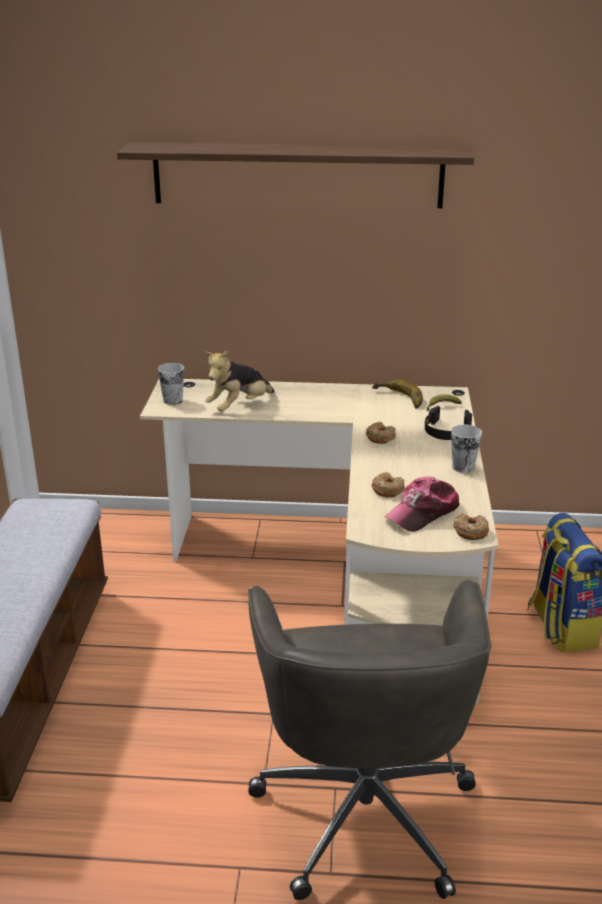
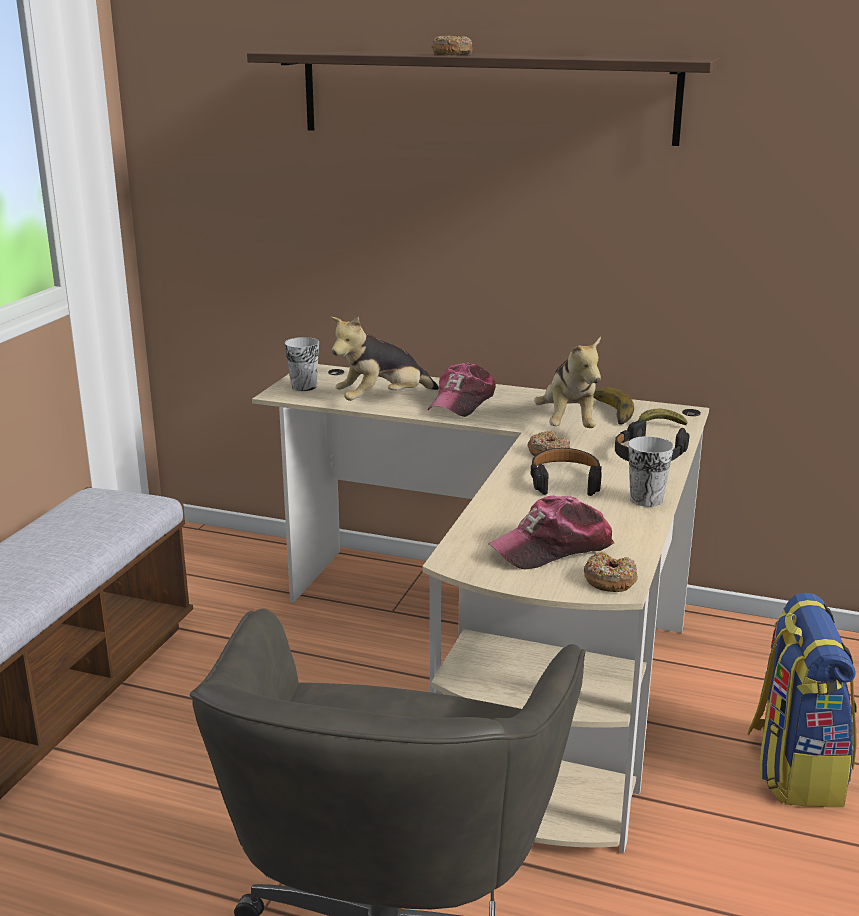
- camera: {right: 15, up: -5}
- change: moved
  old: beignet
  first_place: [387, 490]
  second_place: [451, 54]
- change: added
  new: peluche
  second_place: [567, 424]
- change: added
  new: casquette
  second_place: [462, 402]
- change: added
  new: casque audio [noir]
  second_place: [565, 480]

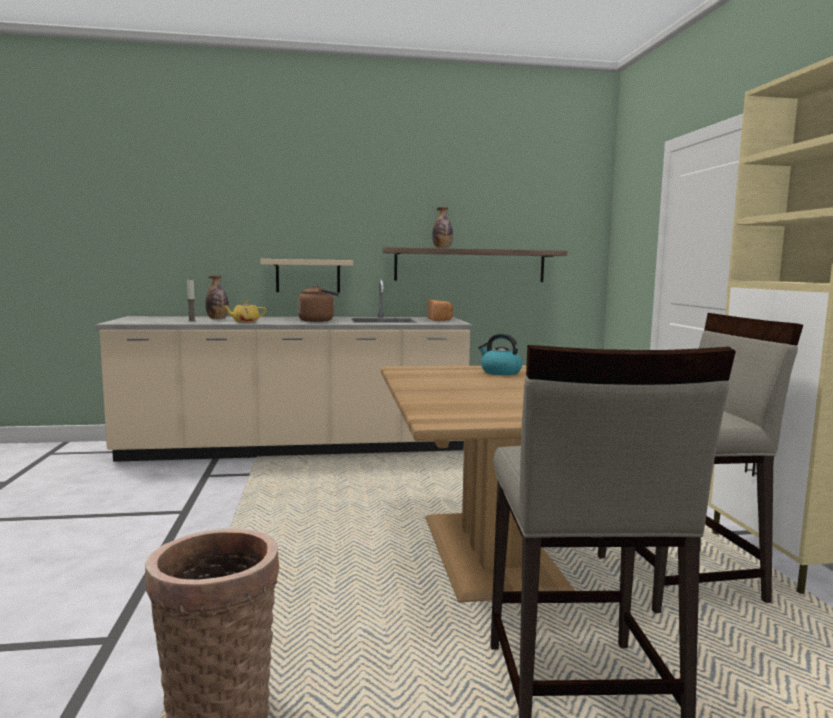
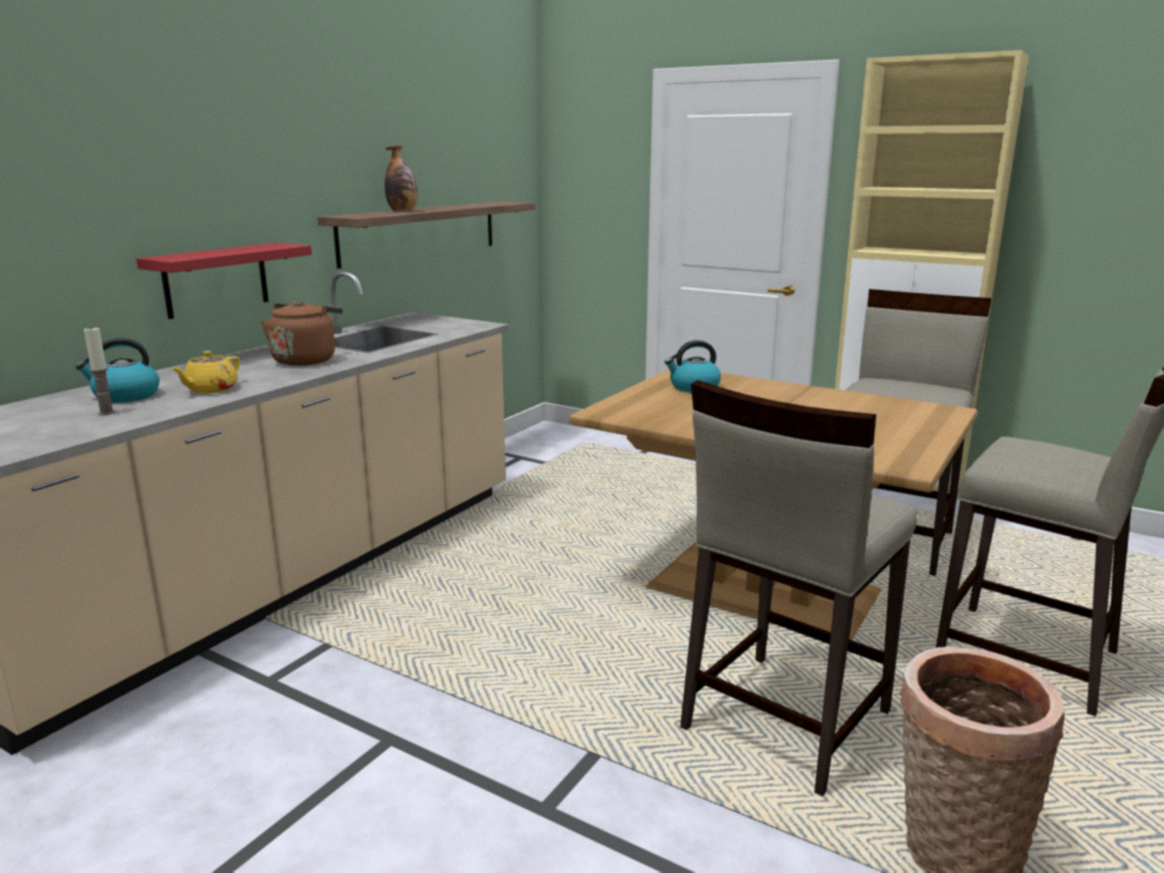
- camera: {right: -50, up: 10}
- change: recoloured
  old: étagère [beige]
  new: étagère [rouge]
  first_place: [308, 276]
  second_place: [216, 280]
- change: replaced
  old: bouteille
  new: bouilloire
  first_place: [217, 319]
  second_place: [125, 396]
- change: removed
  old: pain
  first_place: [440, 319]
- change: added
  new: tabouret [beige]
  second_place: [783, 721]

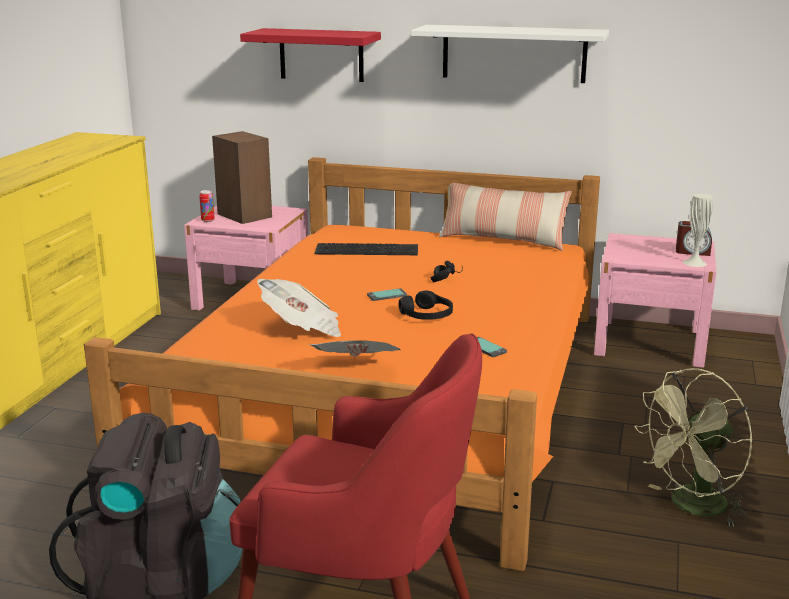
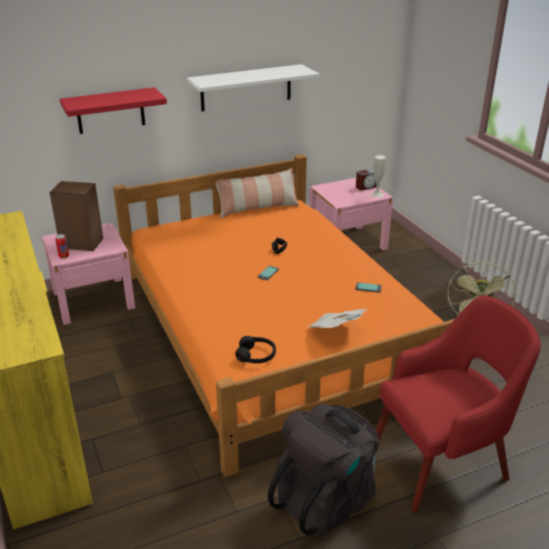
- camera: {right: -40, up: 10}
- change: removed
  old: clavier
  first_place: [368, 249]
- change: removed
  old: journal
  first_place: [302, 328]
- change: moved
  old: casque audio [noir]
  first_place: [427, 315]
  second_place: [256, 355]

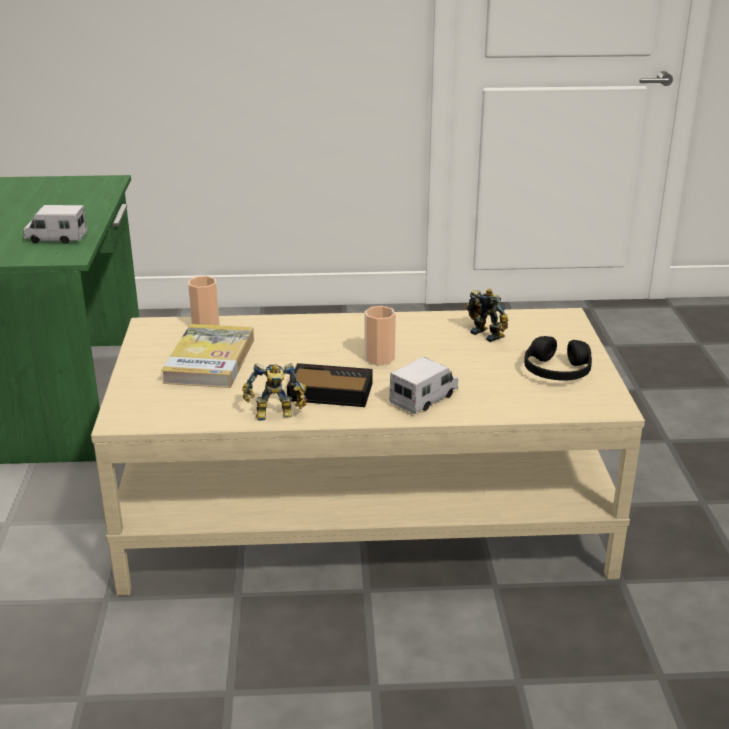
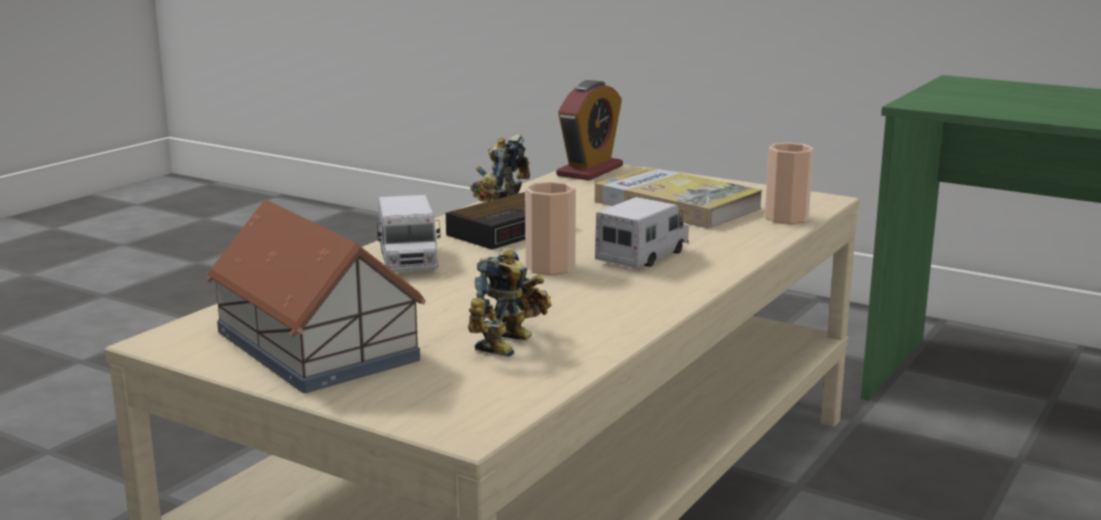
- camera: {right: 125, up: -10}
- change: moved
  old: camion jouet
  first_place: [56, 238]
  second_place: [643, 256]
- change: turned
  old: robot jouet
  first_place: [488, 333]
  second_place: [510, 344]
  degrees: -60
- change: replaced
  old: casque audio [noir]
  new: maison miniature
  first_place: [557, 371]
  second_place: [316, 344]
- change: added
  new: réveil
  second_place: [590, 171]

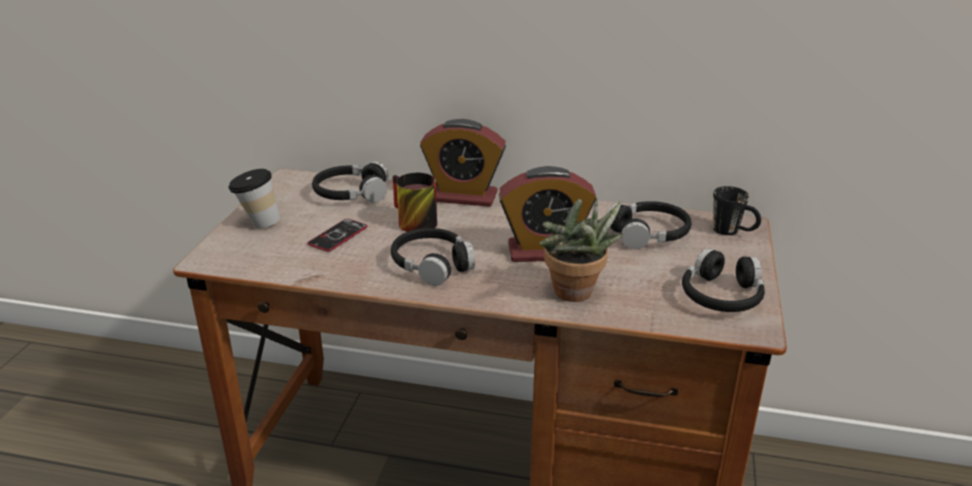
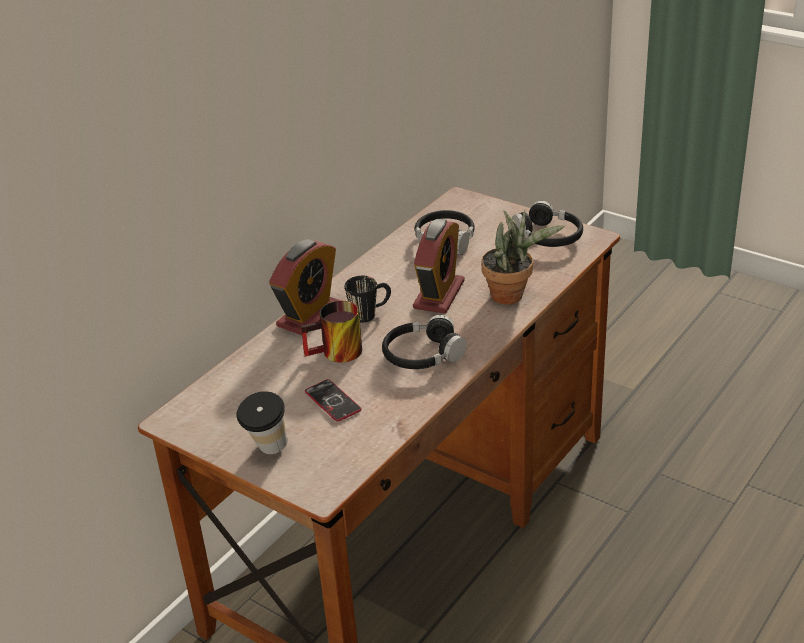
- camera: {right: -65, up: 5}
- change: removed
  old: casque audio [noir]
  first_place: [351, 193]
- change: moved
  old: mug [noir]
  first_place: [733, 232]
  second_place: [370, 313]

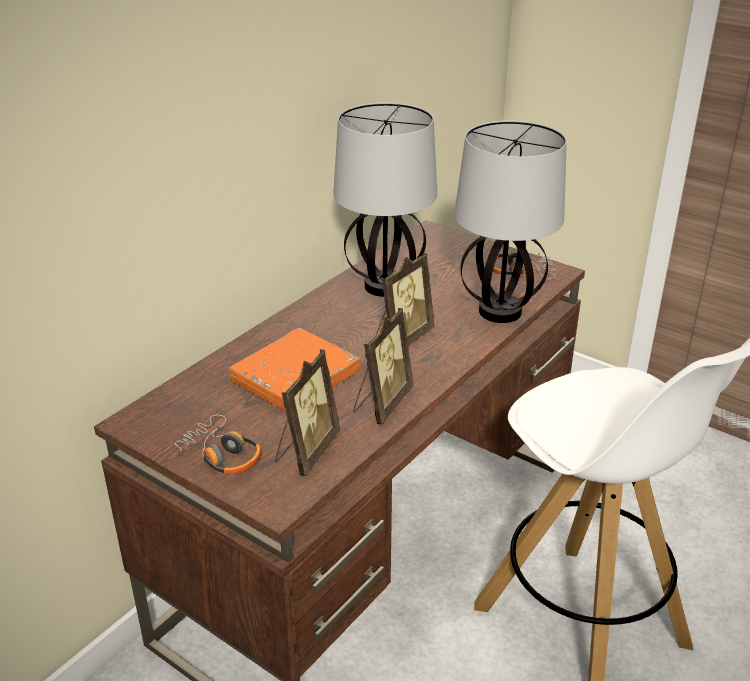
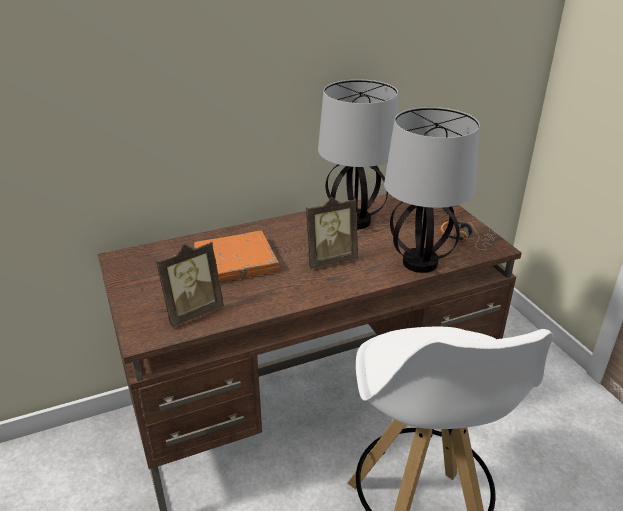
- camera: {right: 30, up: 0}
- change: removed
  old: cadre photo
  first_place: [381, 403]
- change: removed
  old: casque audio
  first_place: [220, 455]

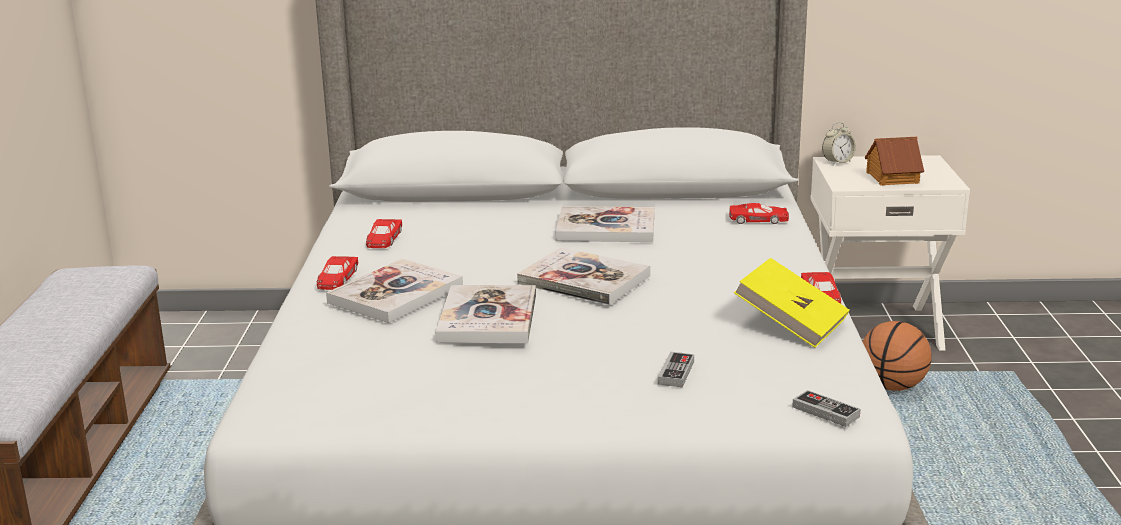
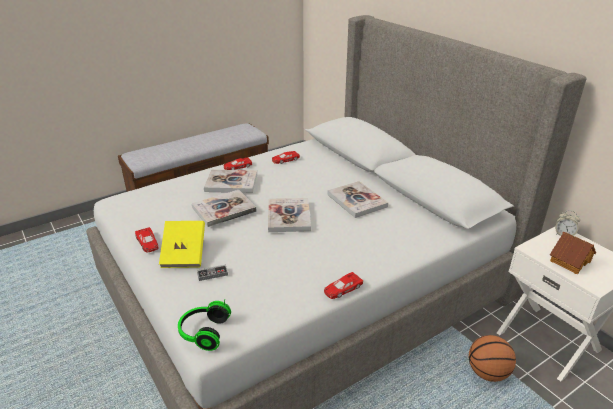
- camera: {right: 55, up: 10}
- change: moved
  old: petite voiture [rouge]
  first_place: [758, 220]
  second_place: [147, 243]
- change: moved
  old: livre [jaune]
  first_place: [791, 325]
  second_place: [184, 254]
- change: replaced
  old: manette
  new: casque audio
  first_place: [825, 412]
  second_place: [203, 332]

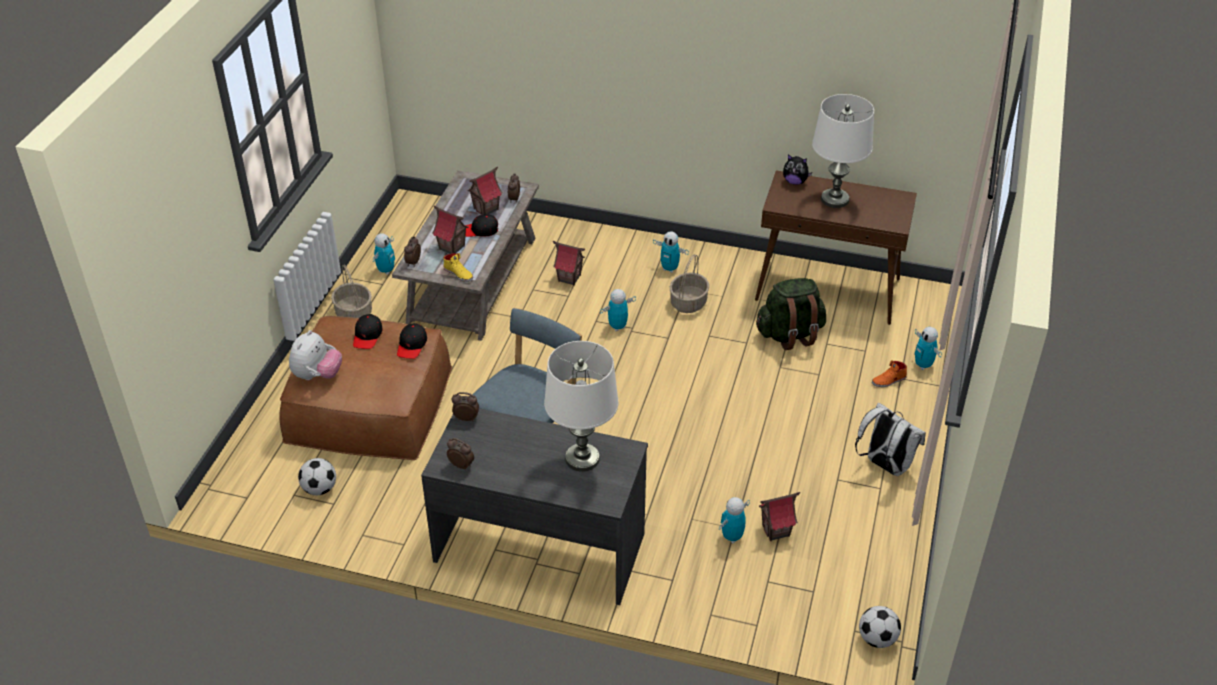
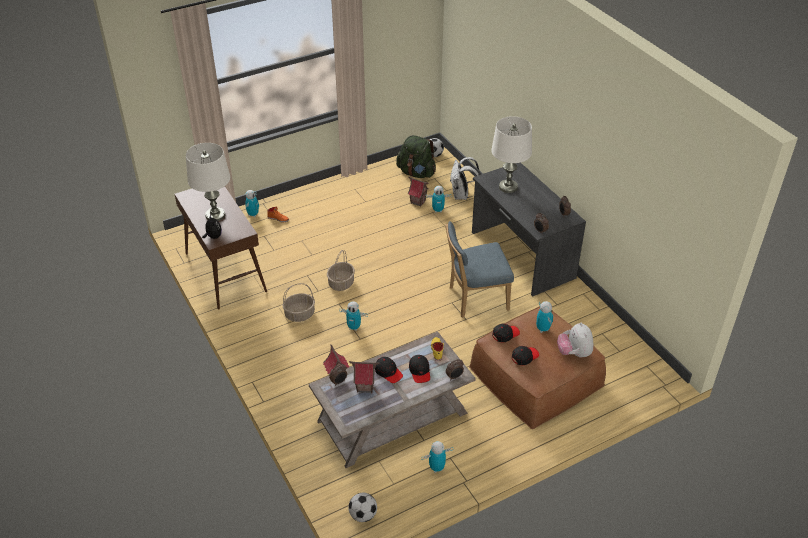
- camera: {right: -135, up: 0}
- change: replaced
  old: maison miniature
  new: casquette [noir]
  first_place: [451, 248]
  second_place: [420, 371]
- change: moved
  old: robot jouet
  first_place: [669, 269]
  second_place: [542, 329]
- change: moved
  old: panier
  first_place: [354, 313]
  second_place: [341, 283]
- change: moved
  old: sac à dos [vert]
  first_place: [790, 334]
  second_place: [416, 173]
- change: turned
  old: peluche
  first_place: [317, 375]
  second_place: [574, 353]
  degrees: -75
- change: moved
  old: sac à dos [blanc]
  first_place: [885, 465]
  second_place: [462, 195]
- change: moved
  old: ballon de foot
  first_place: [319, 489]
  second_place: [363, 515]

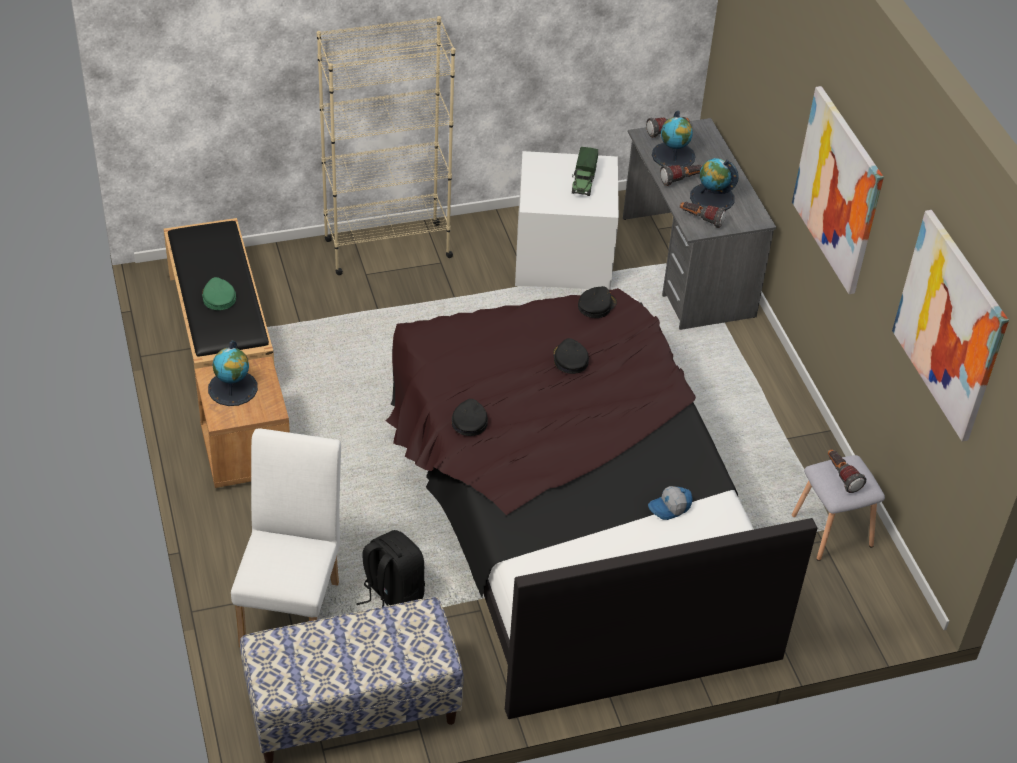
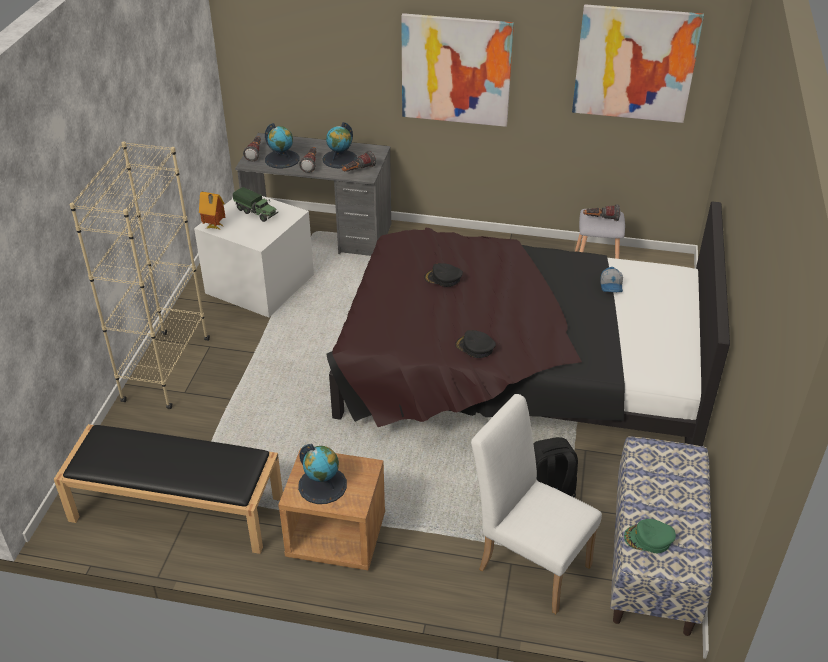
- camera: {right: -60, up: -5}
- change: moved
  old: casquette [vert]
  first_place: [218, 297]
  second_place: [648, 539]
- change: removed
  old: casquette [noir]
  first_place: [596, 305]
- change: added
  new: maison miniature
  second_place: [214, 227]

